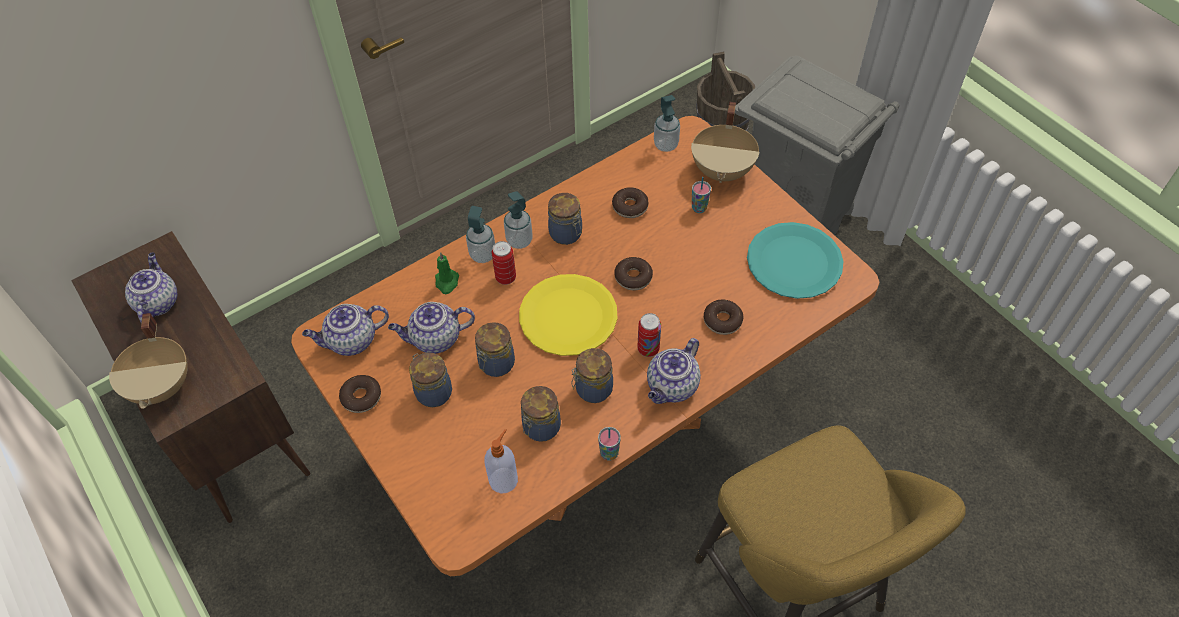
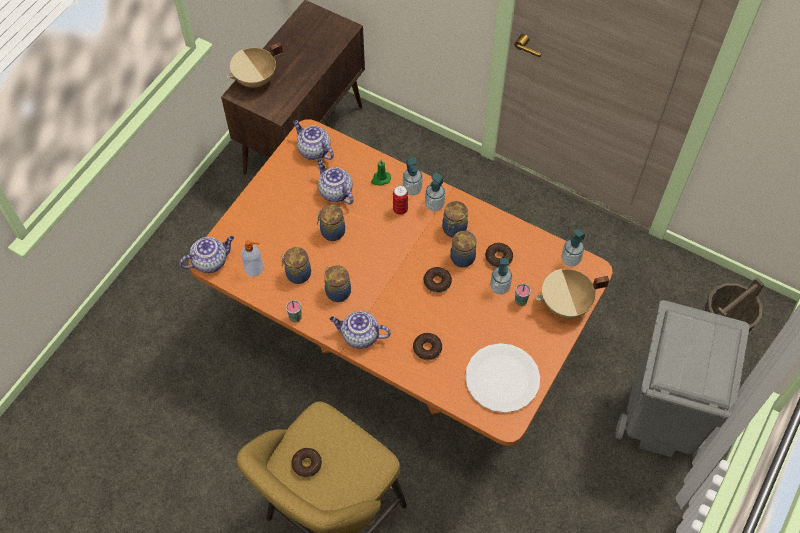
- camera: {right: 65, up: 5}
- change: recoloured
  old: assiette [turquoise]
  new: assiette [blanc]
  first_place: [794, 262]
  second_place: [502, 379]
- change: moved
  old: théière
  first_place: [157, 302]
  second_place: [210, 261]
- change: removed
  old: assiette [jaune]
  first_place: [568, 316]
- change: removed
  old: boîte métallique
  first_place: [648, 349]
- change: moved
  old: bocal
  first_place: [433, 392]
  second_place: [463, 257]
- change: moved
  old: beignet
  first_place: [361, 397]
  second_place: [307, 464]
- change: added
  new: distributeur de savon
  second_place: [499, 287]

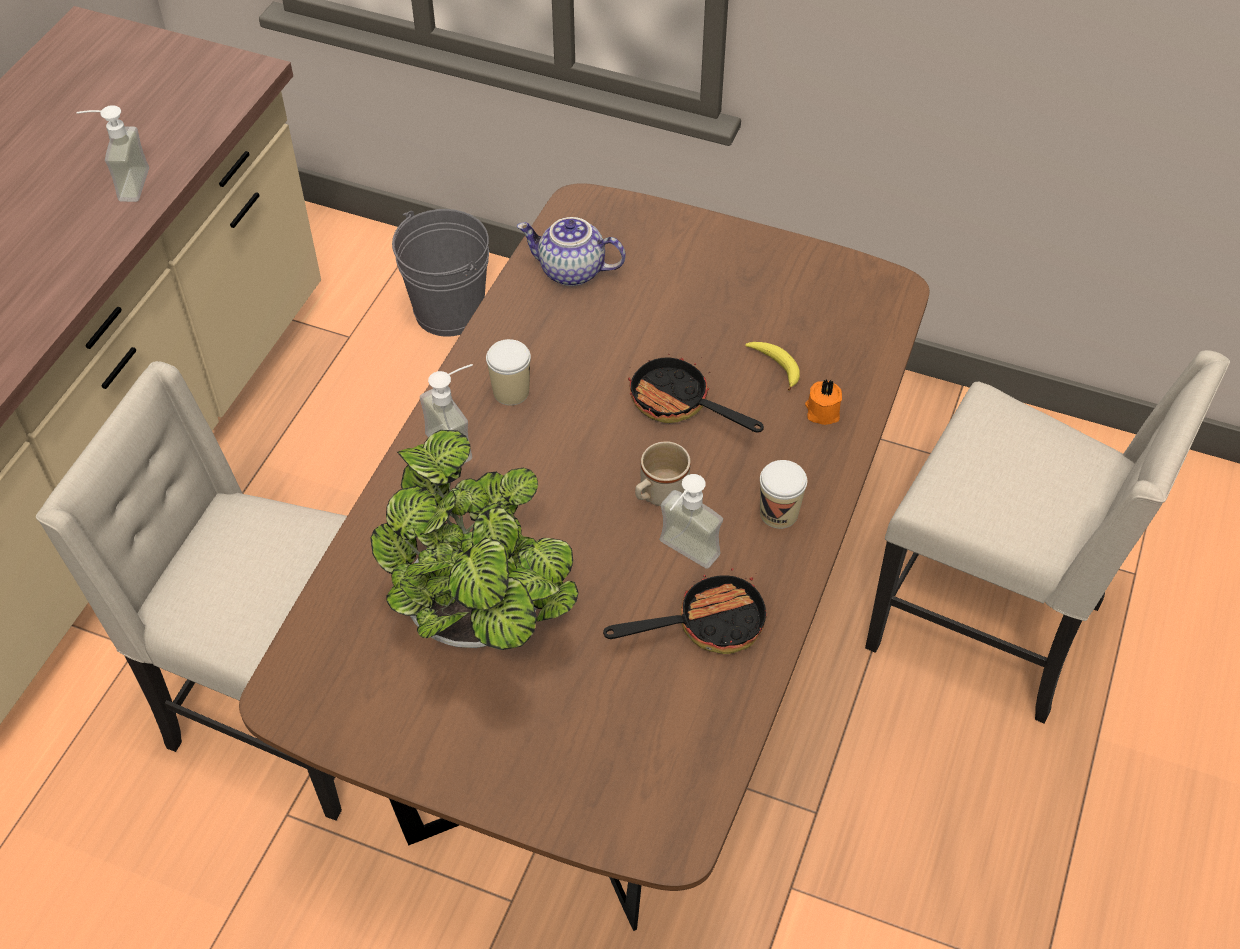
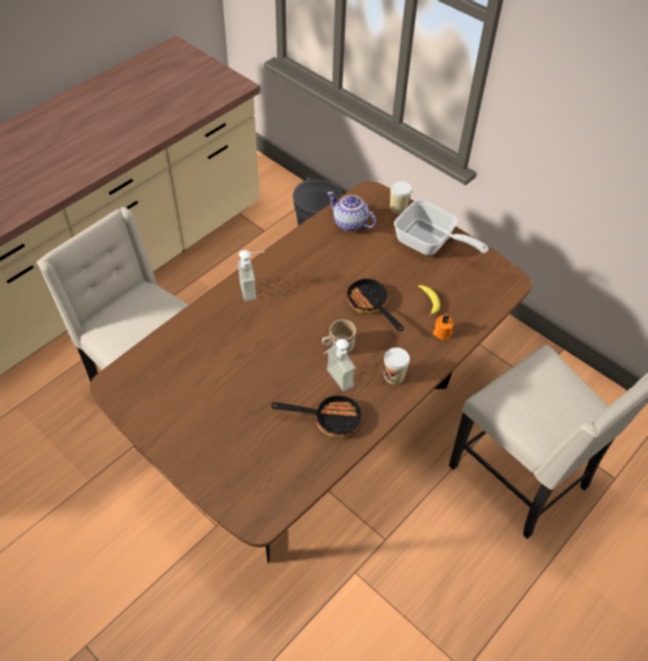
- camera: {right: 20, up: 0}
- change: removed
  old: distributeur de savon
  first_place: [123, 184]
- change: moved
  old: tasse
  first_place: [511, 392]
  second_place: [398, 208]
- change: removed
  old: plante en pot
  first_place: [481, 624]
- change: added
  new: poêle
  second_place: [429, 244]

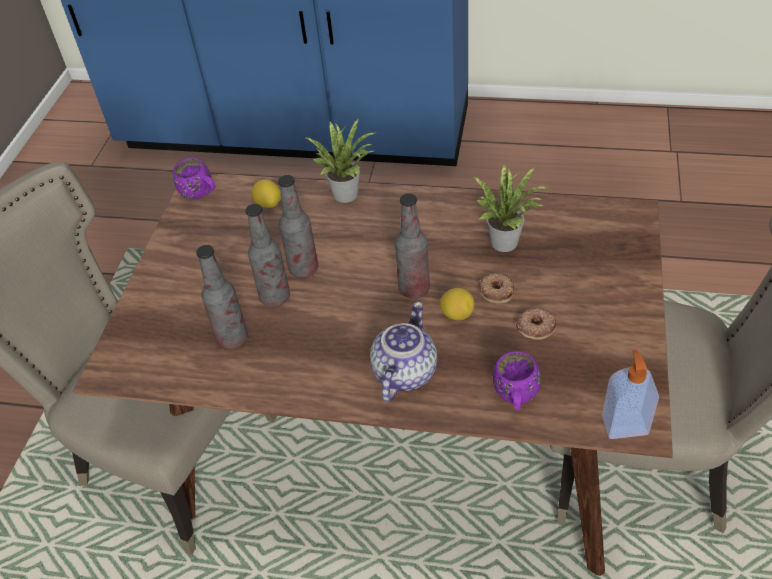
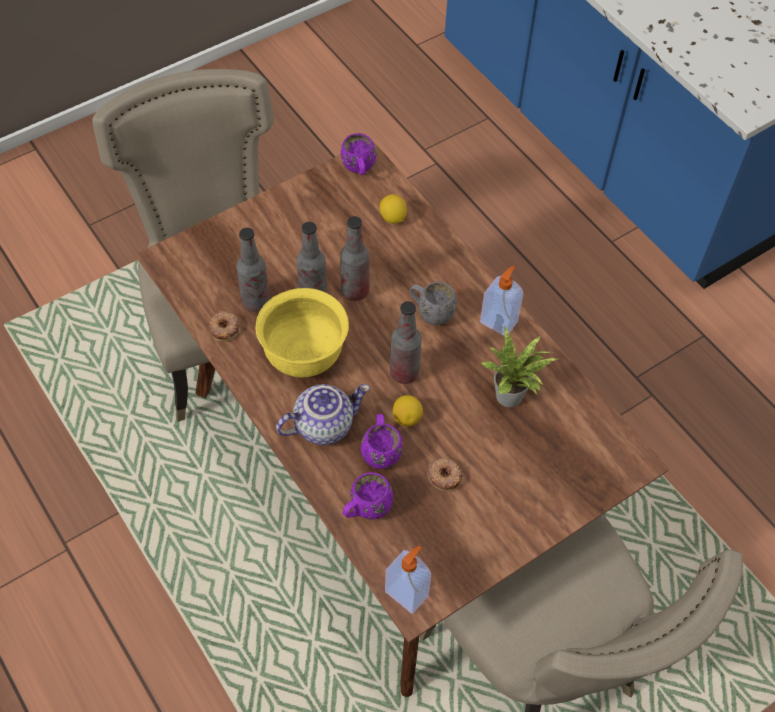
- camera: {right: 40, up: 10}
- change: removed
  old: plante en pot
  first_place: [348, 192]
- change: moved
  old: beignet
  first_place: [496, 290]
  second_place: [224, 328]
- change: added
  new: distributeur de savon
  second_place: [499, 321]
- change: added
  new: mug [gris]
  second_place: [430, 313]
- change: added
  new: bol [jaune]
  second_place: [304, 356]
- change: added
  new: mug [violet]
  second_place: [380, 450]

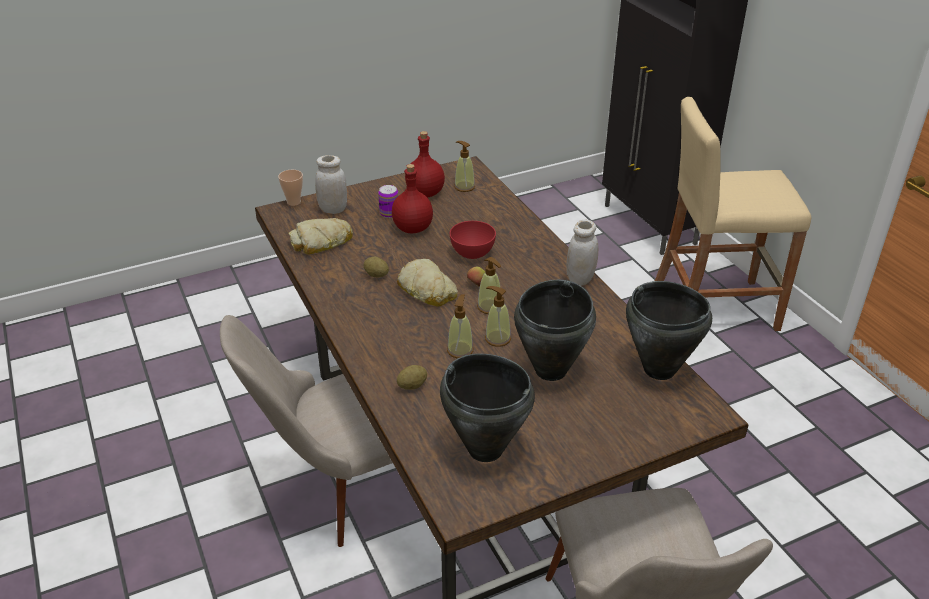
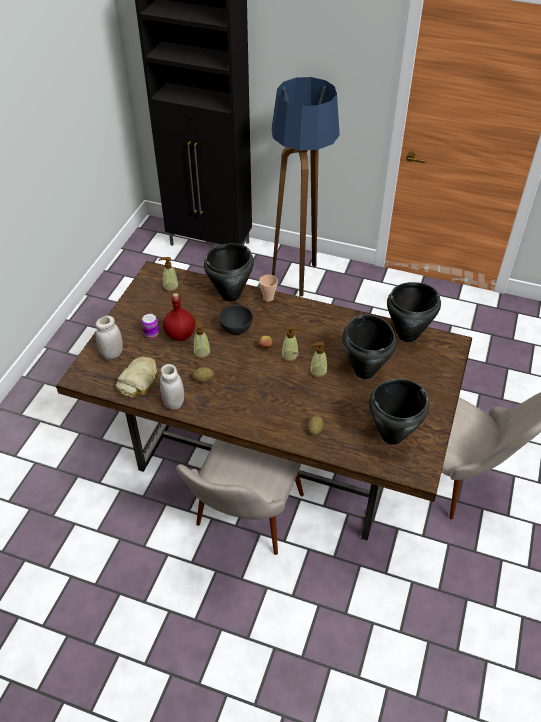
- camera: {right: -45, up: 10}
- change: replaced
  old: tabouret [beige]
  new: lampadaire
  first_place: [714, 307]
  second_place: [299, 277]
- change: removed
  old: bouteille [rouge]
  first_place: [425, 193]
- change: moved
  old: tasse
  first_place: [294, 202]
  second_place: [268, 298]
- change: moved
  old: bocal [blanc]
  first_place: [580, 279]
  second_place: [174, 402]
- change: recoloured
  old: bol [rouge]
  new: bol [gris]
  first_place: [472, 253]
  second_place: [236, 329]
- change: removed
  old: pain
  first_place: [427, 290]
- change: moved
  old: distributeur de savon
  first_place: [460, 350]
  second_place: [202, 353]
- change: added
  new: marmite [noir]
  second_place: [231, 295]

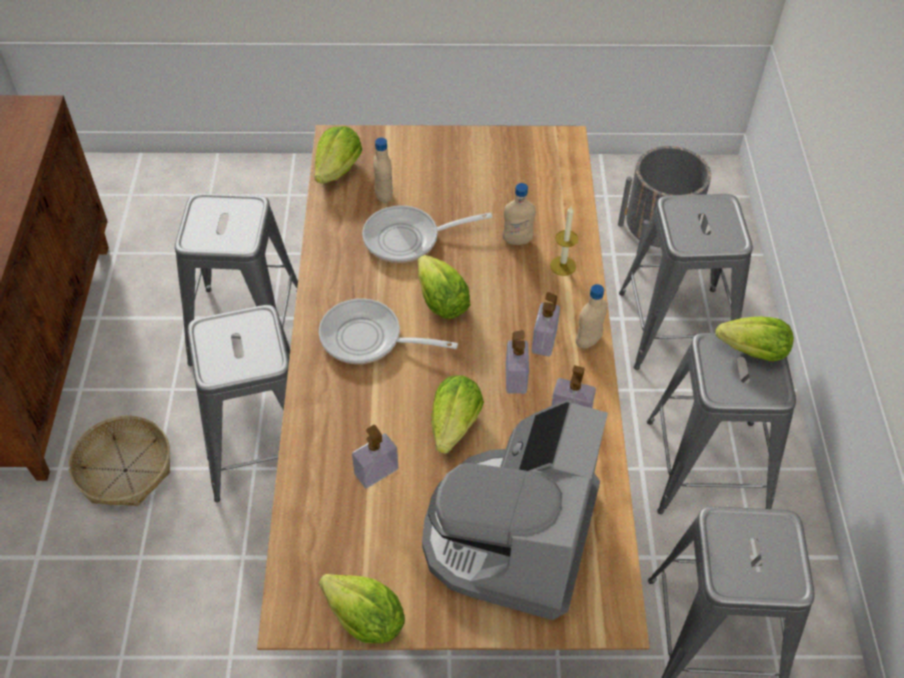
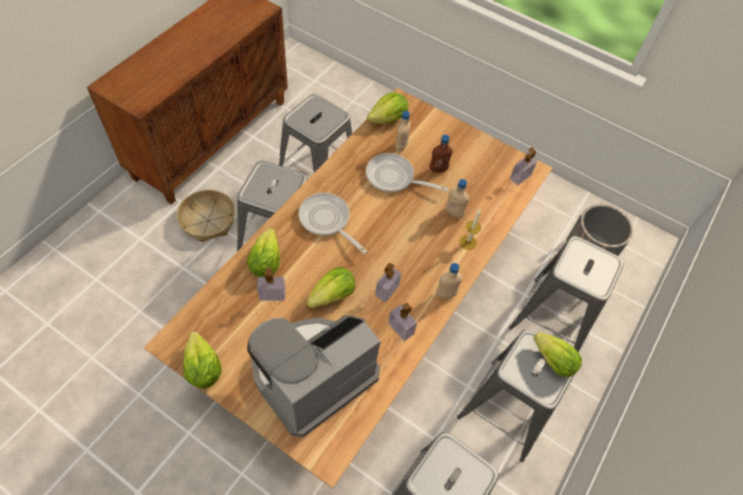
- camera: {right: 30, up: 5}
- change: moved
  old: laitue
  first_place: [441, 302]
  second_place: [265, 262]
- change: moved
  old: distributeur de savon
  first_place: [544, 341]
  second_place: [520, 177]
- change: added
  new: bouteille [marron]
  second_place: [438, 169]

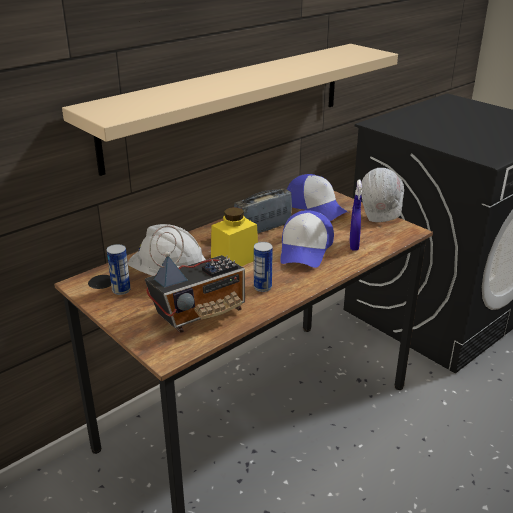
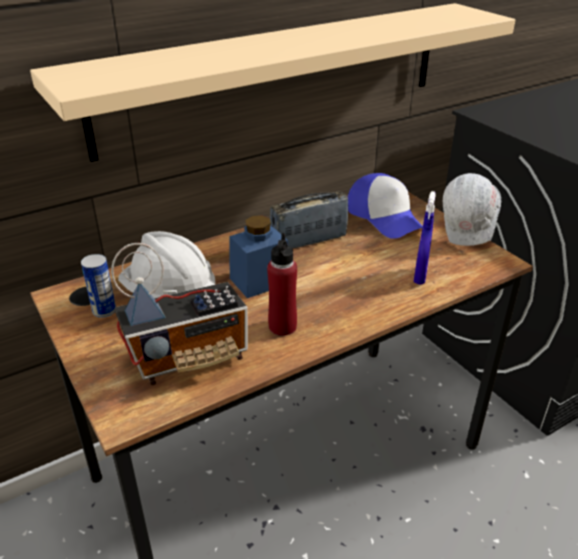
- camera: {right: 10, up: 5}
- change: recoloured
  old: bocal [jaune]
  new: bocal [bleu]
  first_place: [234, 259]
  second_place: [259, 281]
- change: removed
  old: casquette
  first_place: [305, 249]
- change: replaced
  old: boîte métallique
  new: bouteille [rouge]
  first_place: [262, 287]
  second_place: [282, 326]

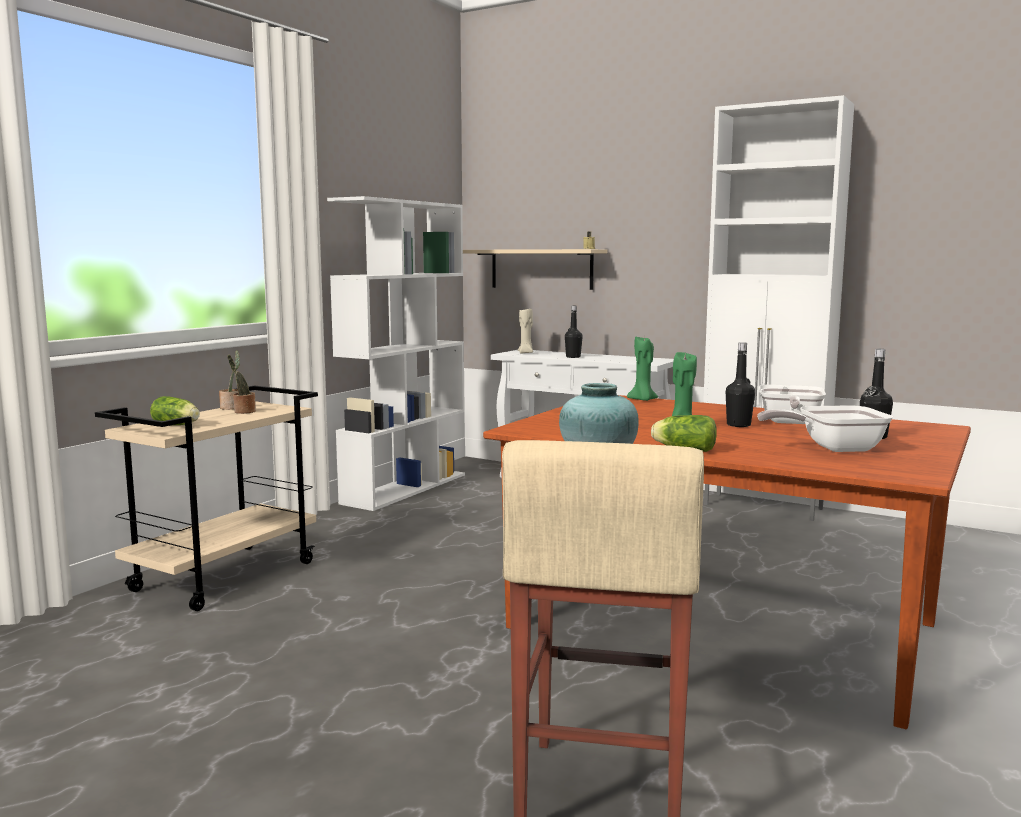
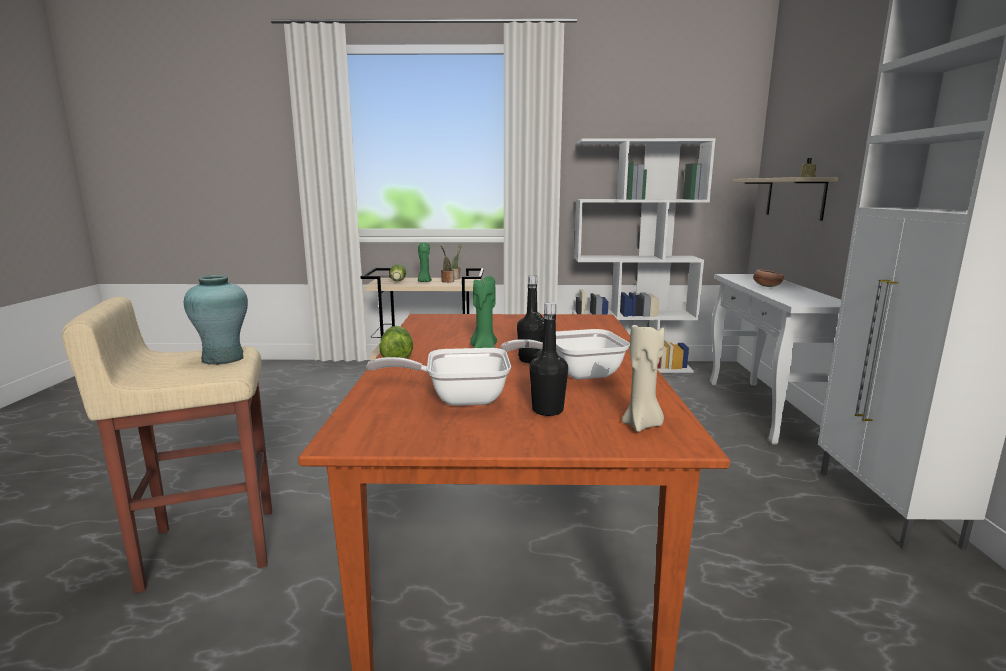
- camera: {right: 60, up: 5}
- change: replaced
  old: bouteille [noir]
  new: bol
  first_place: [573, 357]
  second_place: [766, 286]
- change: moved
  old: bougie [beige]
  first_place: [526, 353]
  second_place: [642, 425]
- change: moved
  old: bougie [vert]
  first_place: [642, 400]
  second_place: [424, 281]
- change: turned
  old: poêle
  first_place: [832, 448]
  second_place: [458, 398]
  degrees: -60

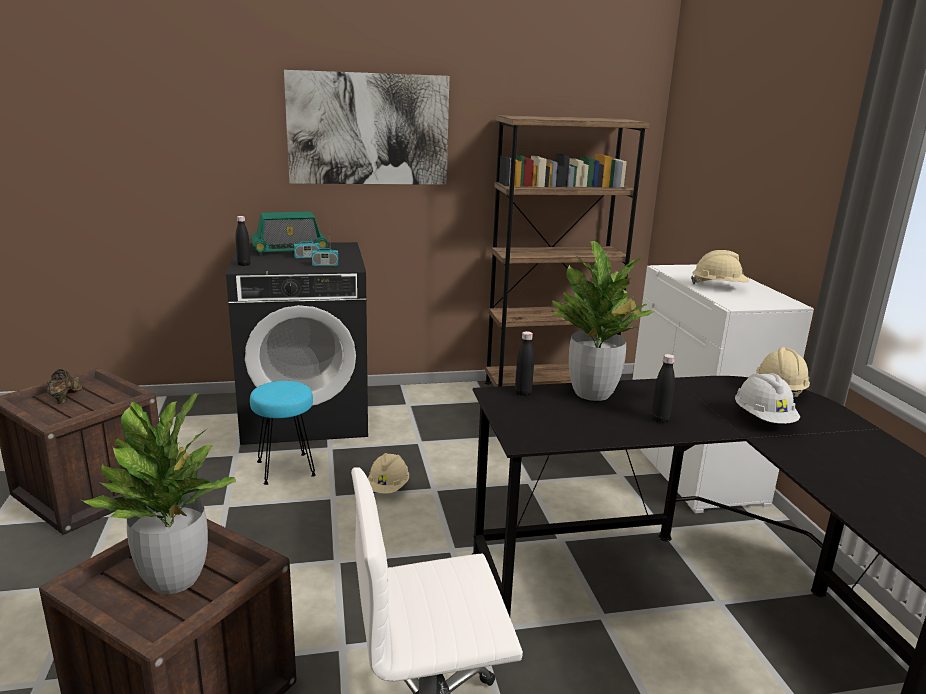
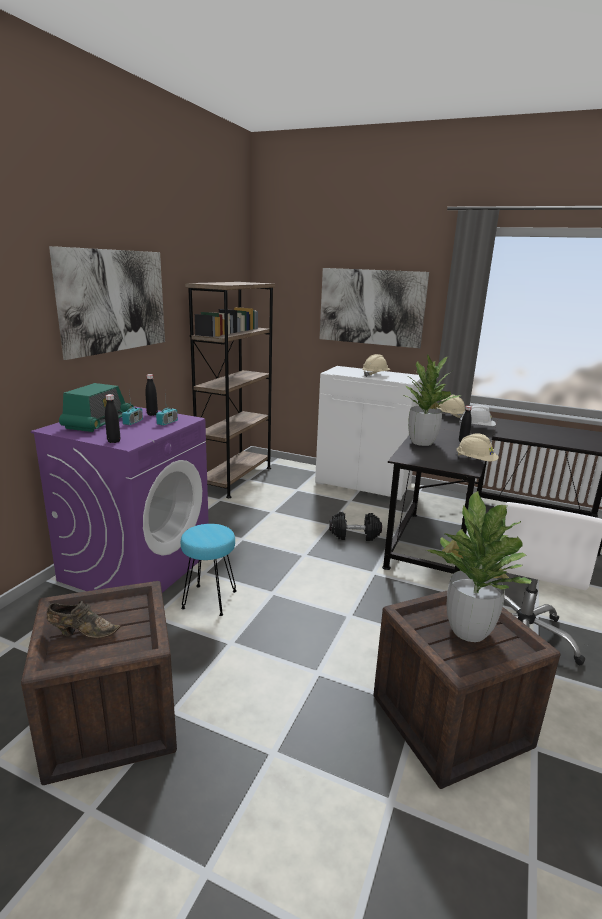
- camera: {right: -55, up: 0}
- change: recoloured
  old: lave-linge [noir]
  new: lave-linge [violet]
  first_place: [306, 415]
  second_place: [137, 566]
- change: moved
  old: bouteille [noir]
  first_place: [523, 393]
  second_place: [152, 414]
- change: turned
  old: chaussure [marron]
  first_place: [65, 397]
  second_place: [82, 632]
  degrees: 150
- change: moved
  old: casque de chantier [beige]
  first_place: [388, 488]
  second_place: [475, 461]
- change: added
  new: tableau
  second_place: [371, 307]
- change: added
  new: haltère [noir]
  second_place: [354, 535]

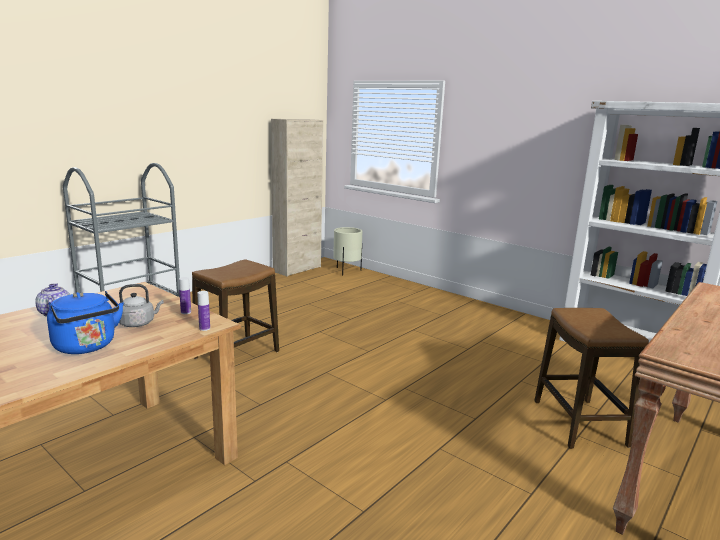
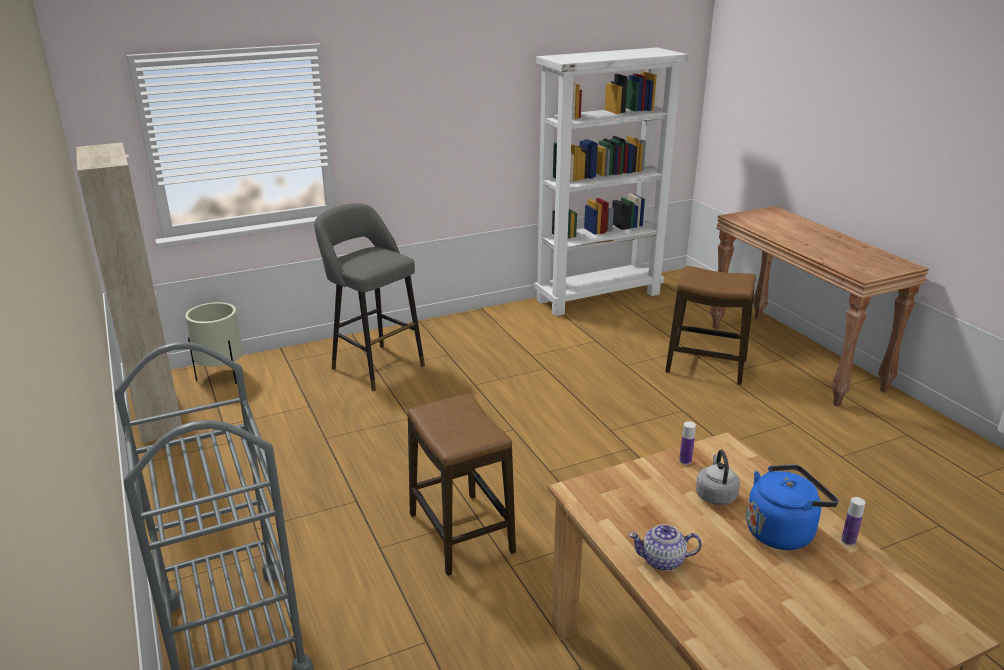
- camera: {right: -65, up: 10}
- change: moved
  old: bouteille
  first_place: [204, 328]
  second_place: [848, 541]
- change: added
  new: tabouret [gris]
  second_place: [374, 365]

